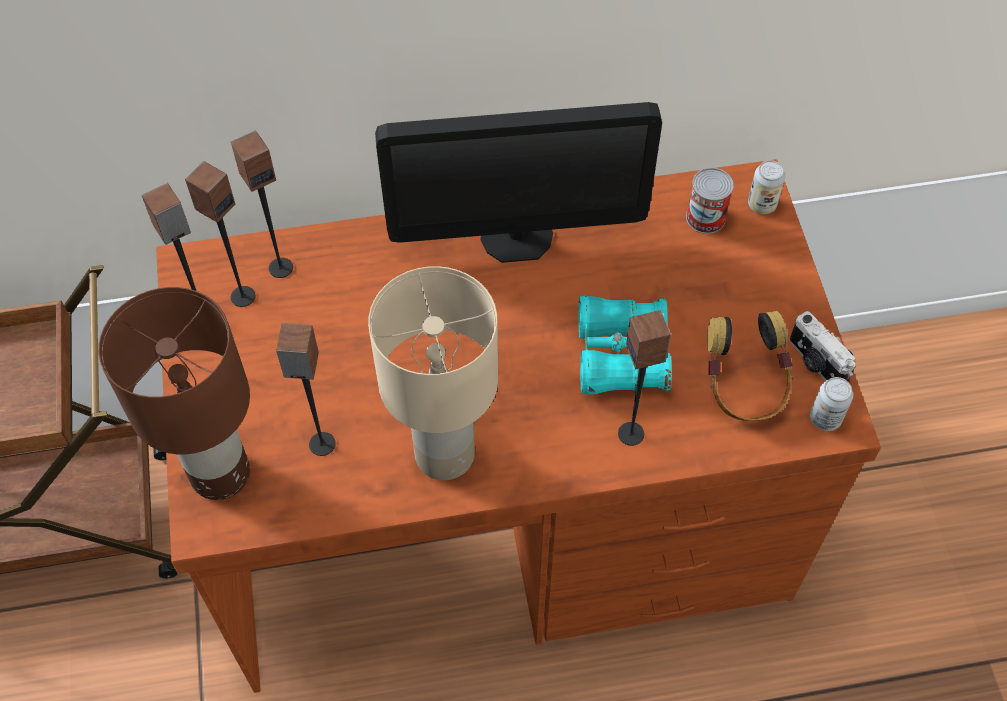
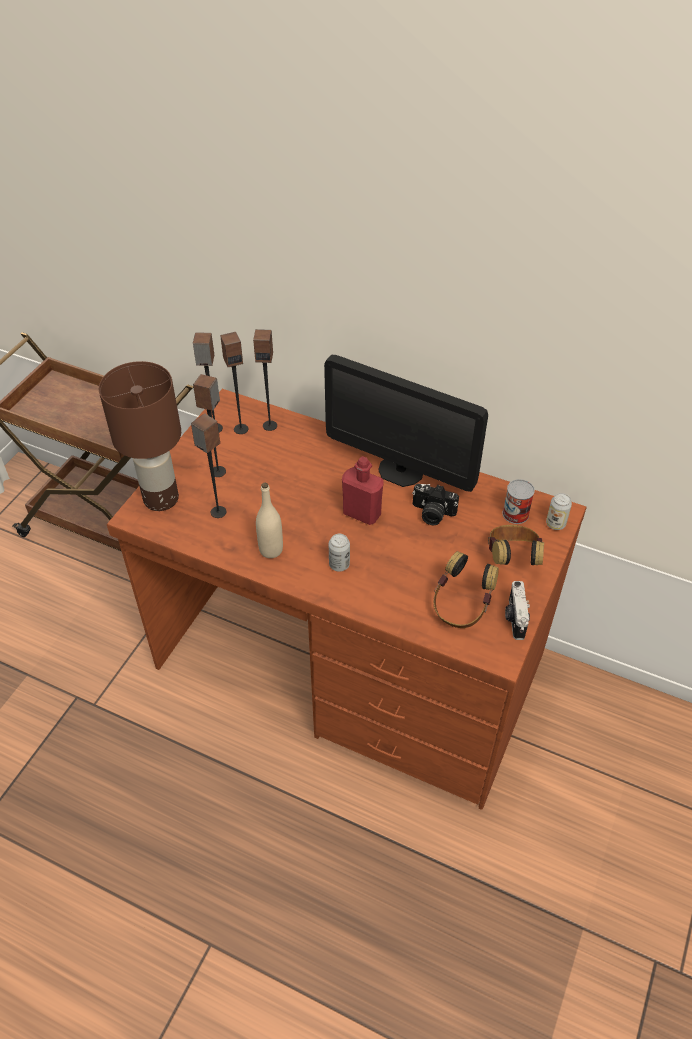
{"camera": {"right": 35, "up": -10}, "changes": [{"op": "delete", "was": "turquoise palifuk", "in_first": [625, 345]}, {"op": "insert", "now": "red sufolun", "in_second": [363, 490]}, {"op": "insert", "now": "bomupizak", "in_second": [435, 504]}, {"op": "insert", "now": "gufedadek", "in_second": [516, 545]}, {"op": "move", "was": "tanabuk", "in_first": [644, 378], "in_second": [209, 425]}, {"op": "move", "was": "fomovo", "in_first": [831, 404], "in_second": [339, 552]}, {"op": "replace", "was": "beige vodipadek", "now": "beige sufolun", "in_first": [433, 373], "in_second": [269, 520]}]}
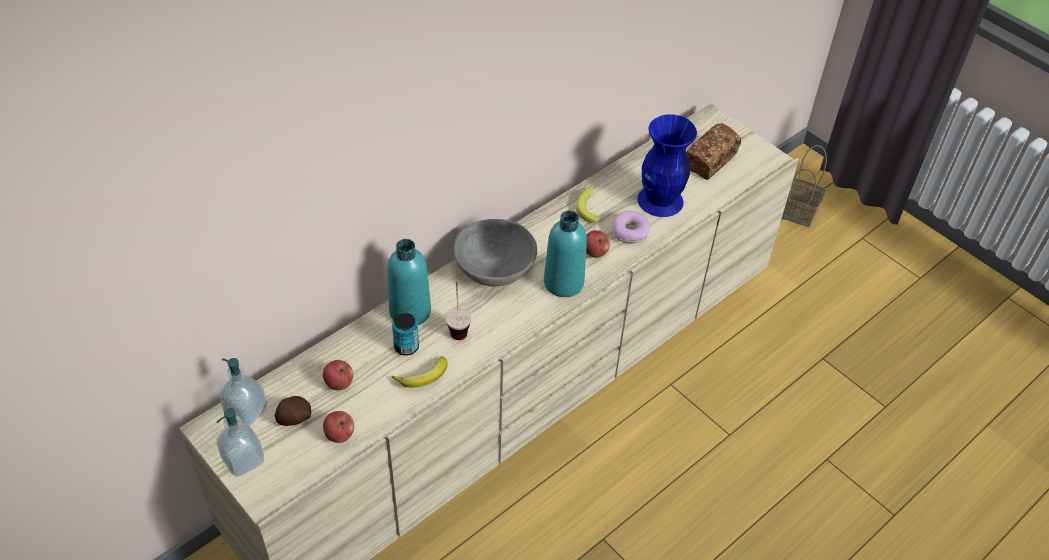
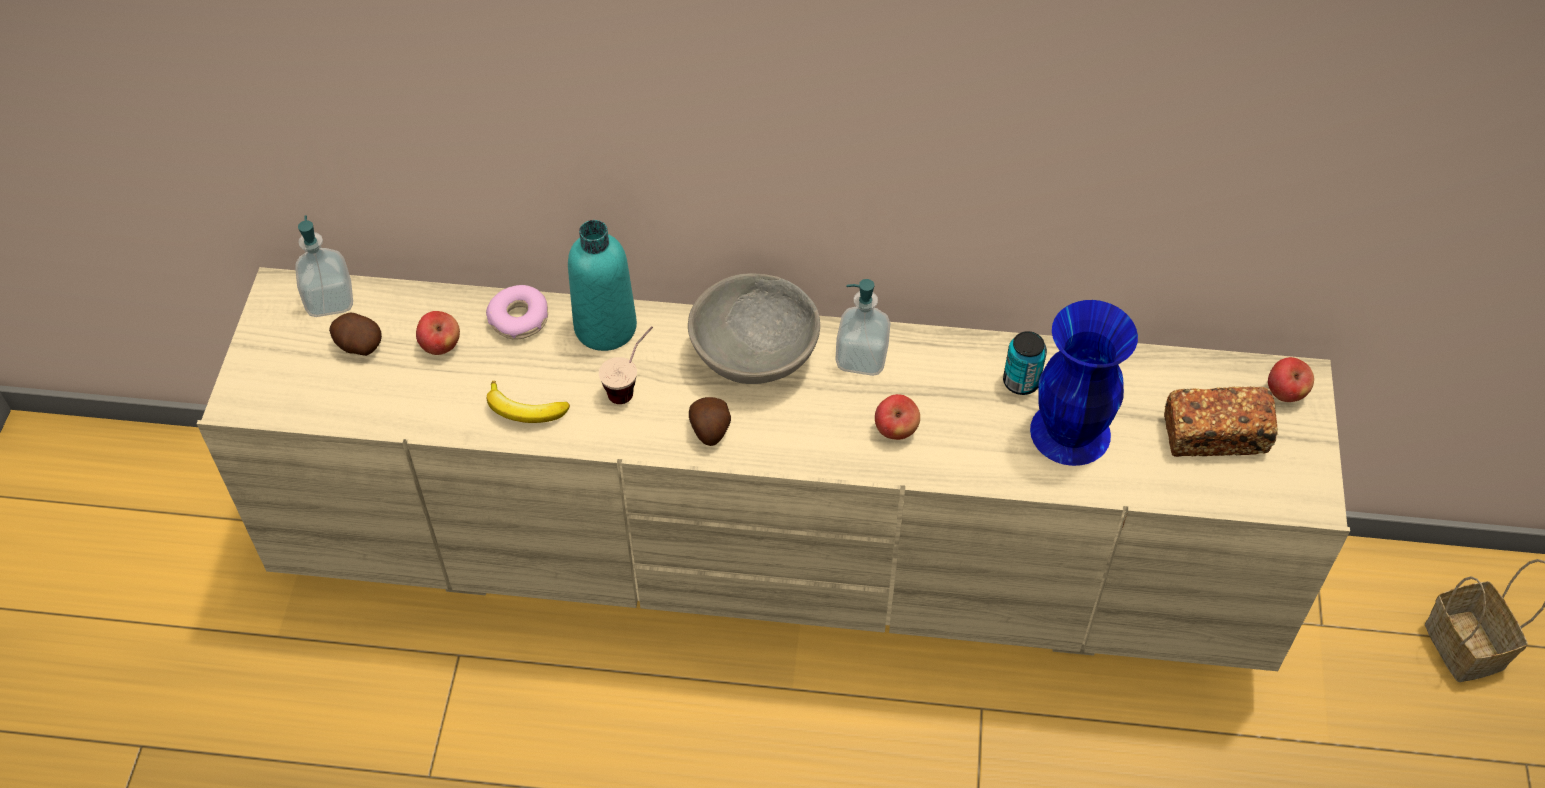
{"camera": {"right": 50, "up": 5}, "changes": [{"op": "delete", "was": "turquoise sufolun", "in_first": [565, 254]}, {"op": "delete", "was": "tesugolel", "in_first": [588, 203]}, {"op": "insert", "now": "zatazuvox", "in_second": [710, 421]}, {"op": "move", "was": "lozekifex", "in_first": [240, 442], "in_second": [862, 327]}, {"op": "move", "was": "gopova", "in_first": [338, 427], "in_second": [1291, 379]}, {"op": "move", "was": "fomovo", "in_first": [405, 334], "in_second": [1025, 363]}, {"op": "move", "was": "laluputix", "in_first": [631, 227], "in_second": [517, 312]}]}
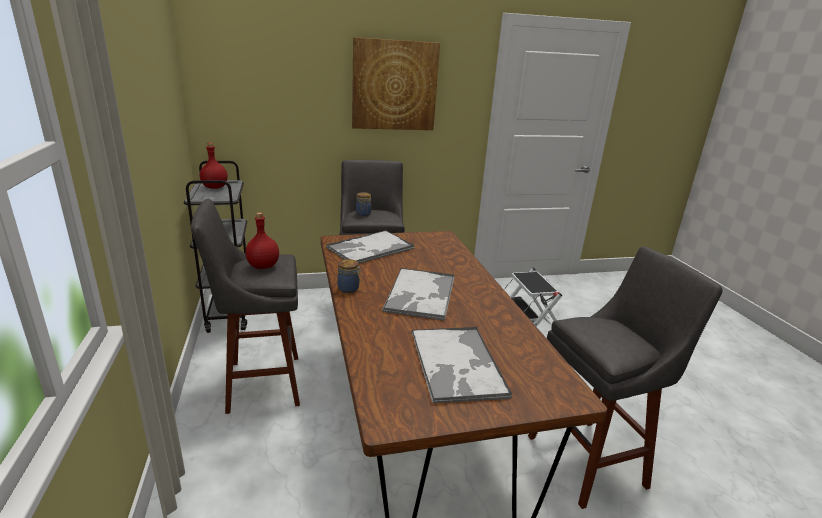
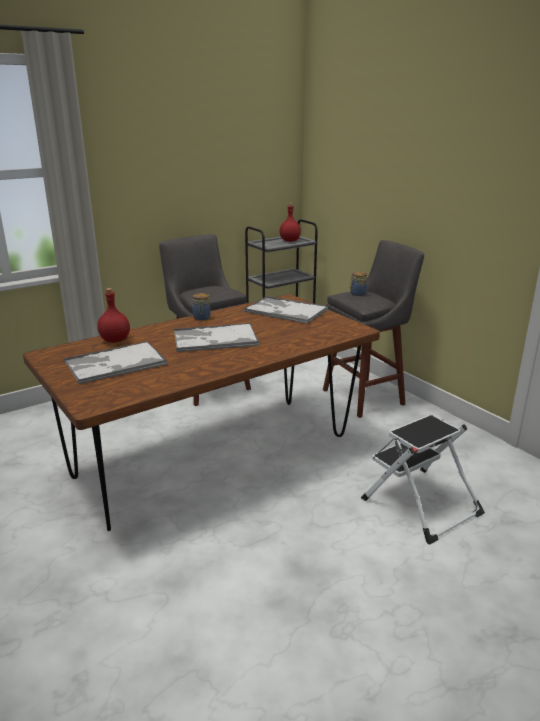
{"camera": {"right": 70, "up": 0}, "changes": [{"op": "delete", "was": "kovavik", "in_first": [396, 83]}, {"op": "delete", "was": "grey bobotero", "in_first": [625, 378]}, {"op": "move", "was": "red sufolun", "in_first": [262, 240], "in_second": [113, 315]}]}
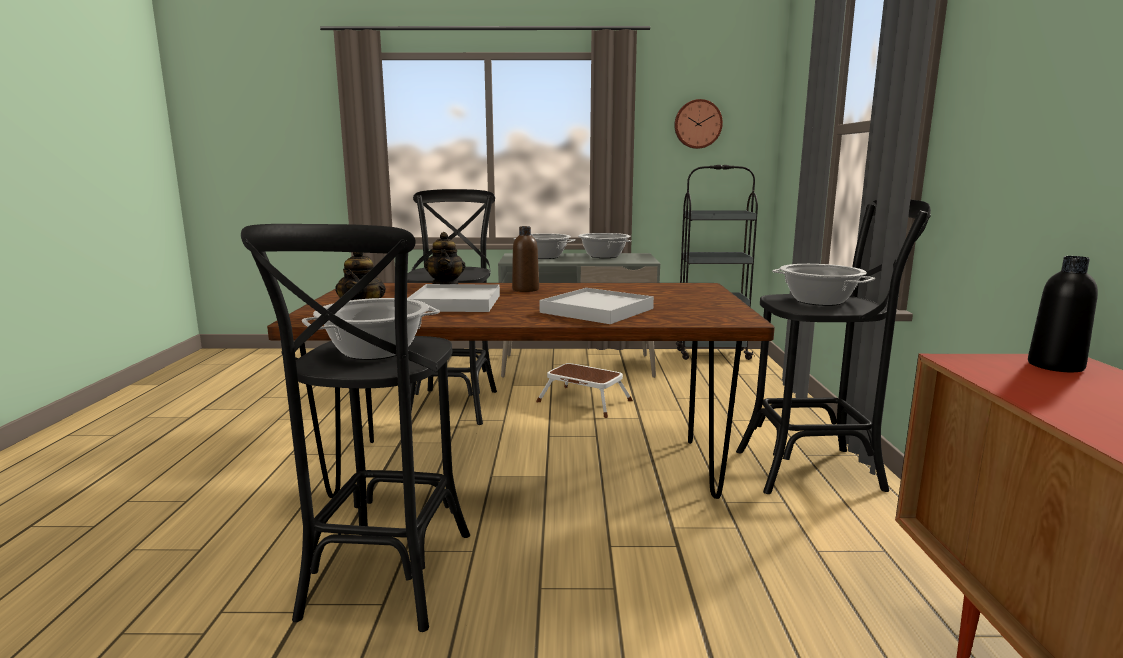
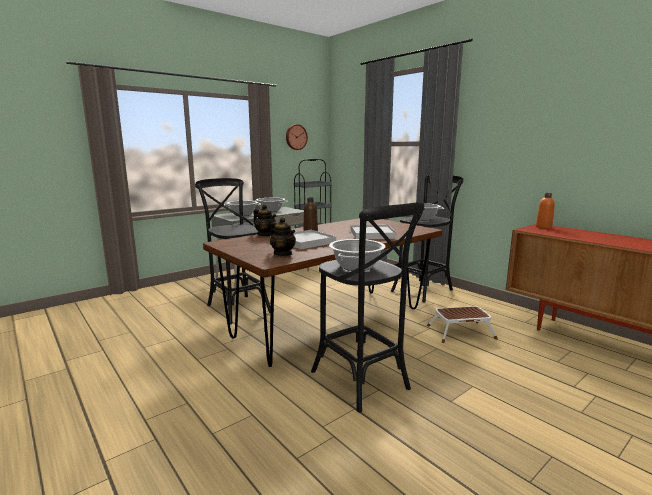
{"camera": {"right": -40, "up": 0}, "changes": [{"op": "move", "was": "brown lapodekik", "in_first": [584, 390], "in_second": [462, 324]}, {"op": "recolor", "was": "black sufolun", "now": "orange sufolun", "in_first": [1063, 314], "in_second": [545, 211]}]}
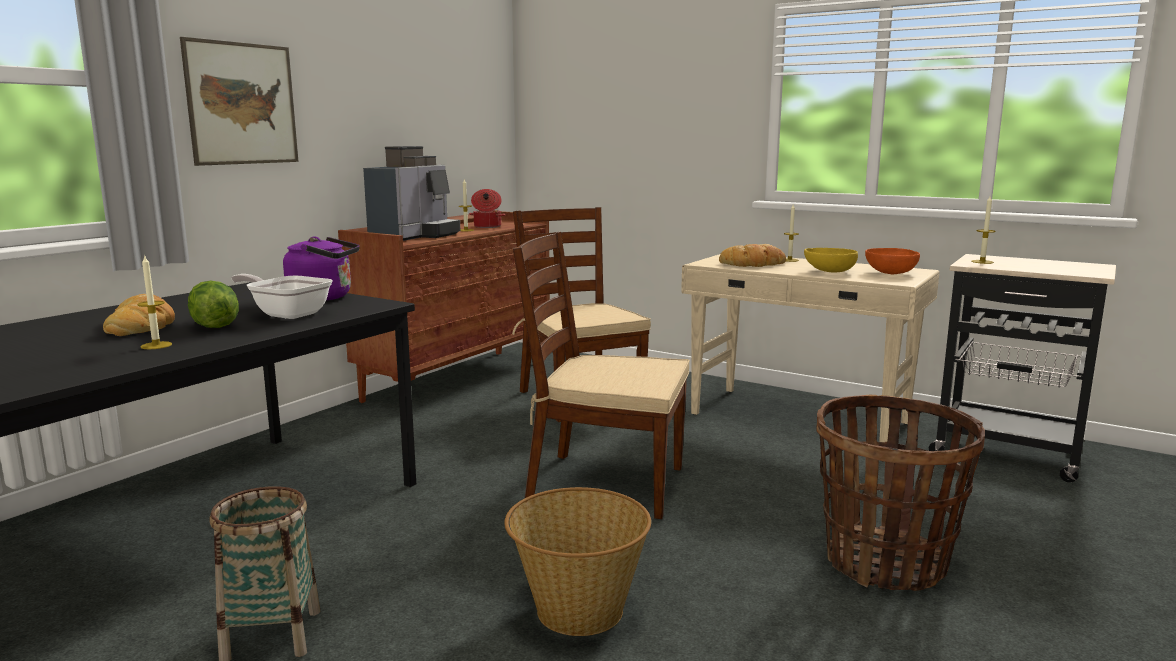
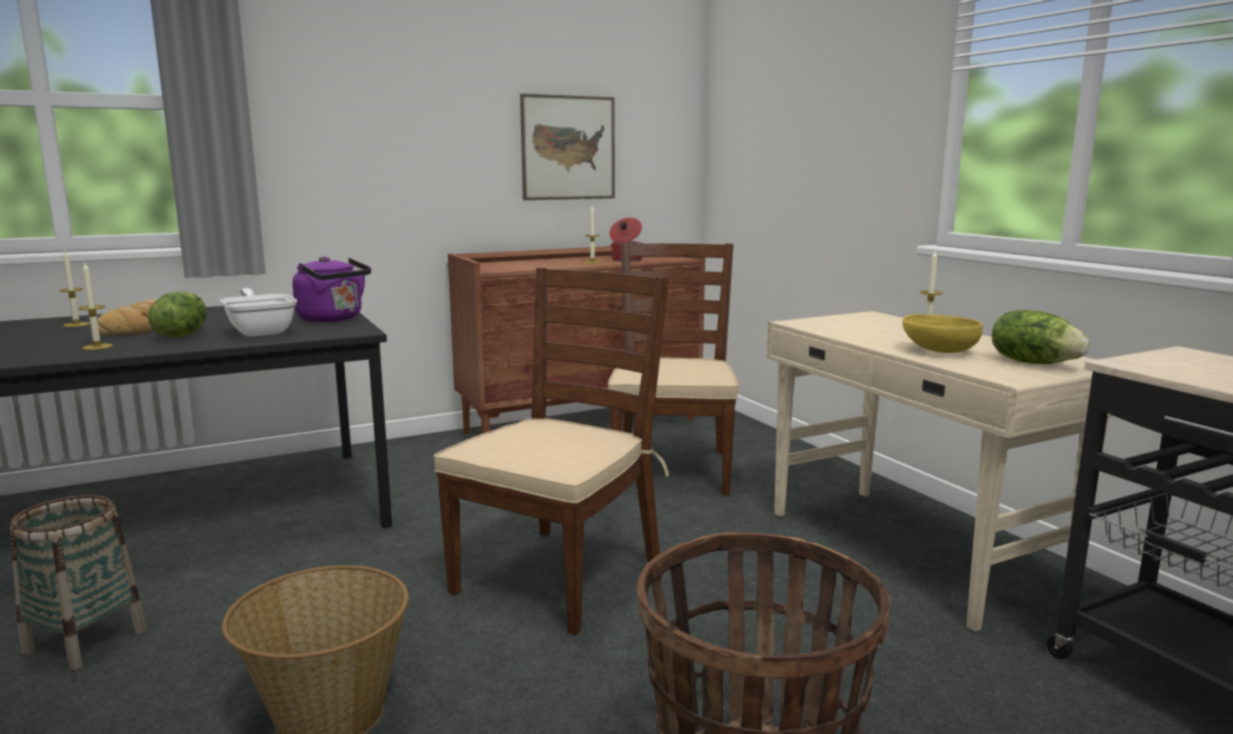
{"camera": {"right": 30, "up": 0}, "changes": [{"op": "delete", "was": "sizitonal", "in_first": [411, 193]}, {"op": "delete", "was": "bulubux", "in_first": [752, 255]}, {"op": "move", "was": "kovavik", "in_first": [239, 101], "in_second": [567, 147]}, {"op": "move", "was": "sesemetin", "in_first": [983, 230], "in_second": [74, 289]}, {"op": "replace", "was": "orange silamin", "now": "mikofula", "in_first": [892, 261], "in_second": [1041, 337]}, {"op": "rotate", "was": "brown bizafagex", "in_first": [601, 375], "in_second": [551, 451], "clockwise": 75}]}
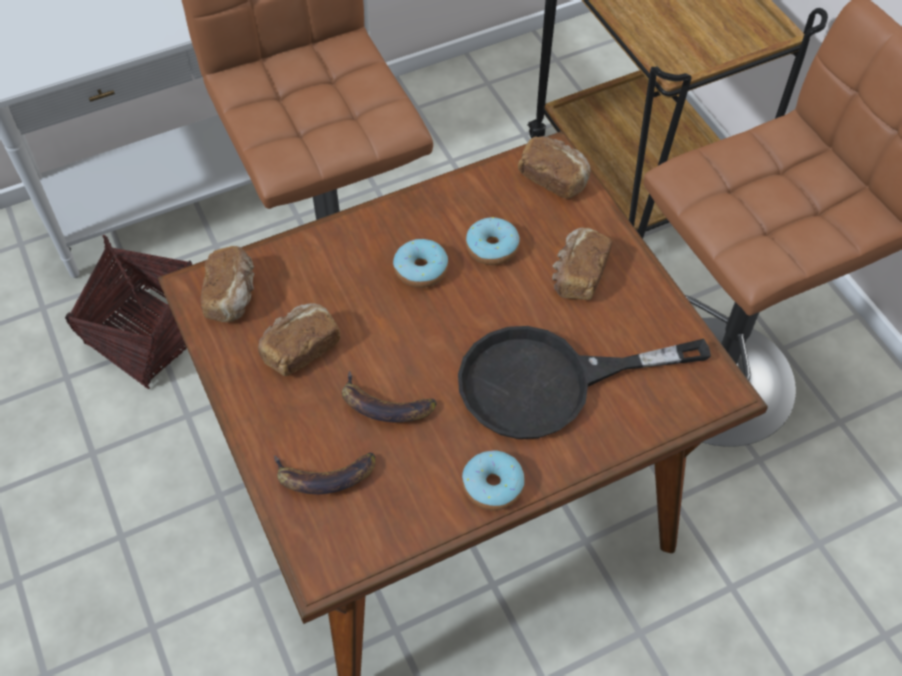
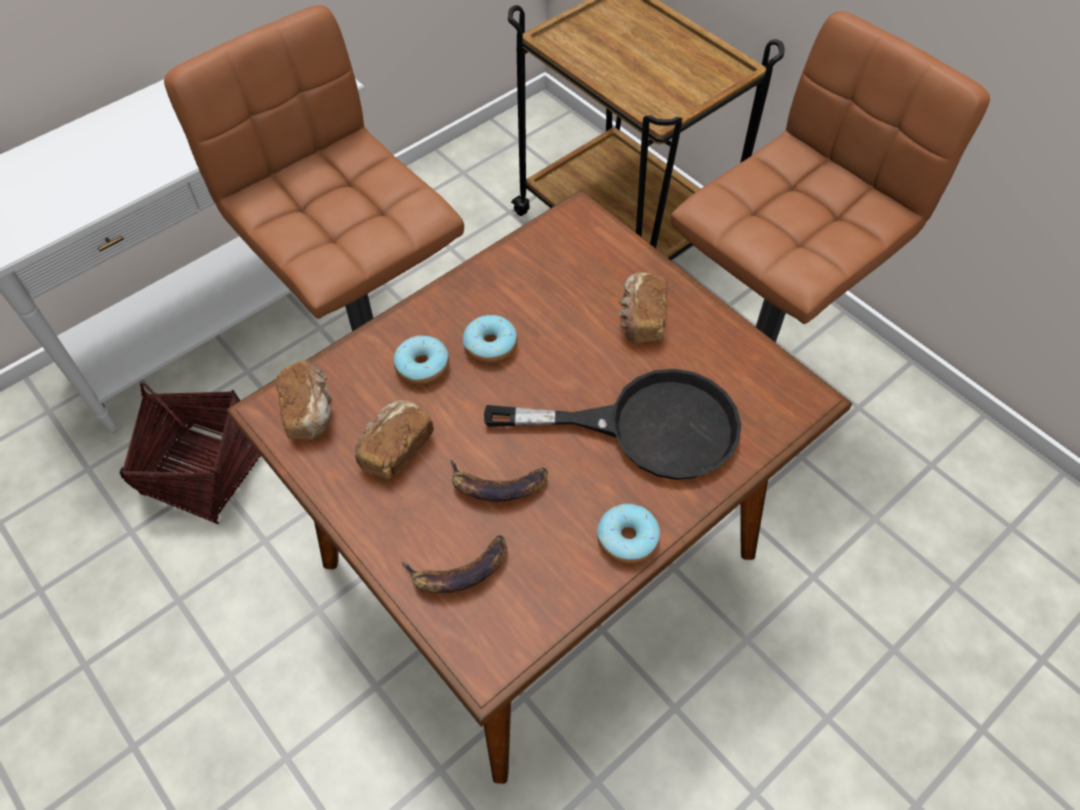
{"camera": {"right": -15, "up": 0}, "changes": [{"op": "delete", "was": "bulubux", "in_first": [554, 167]}, {"op": "move", "was": "laluputix", "in_first": [493, 241], "in_second": [421, 360]}, {"op": "rotate", "was": "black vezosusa", "in_first": [584, 382], "in_second": [612, 424], "clockwise": -150}]}
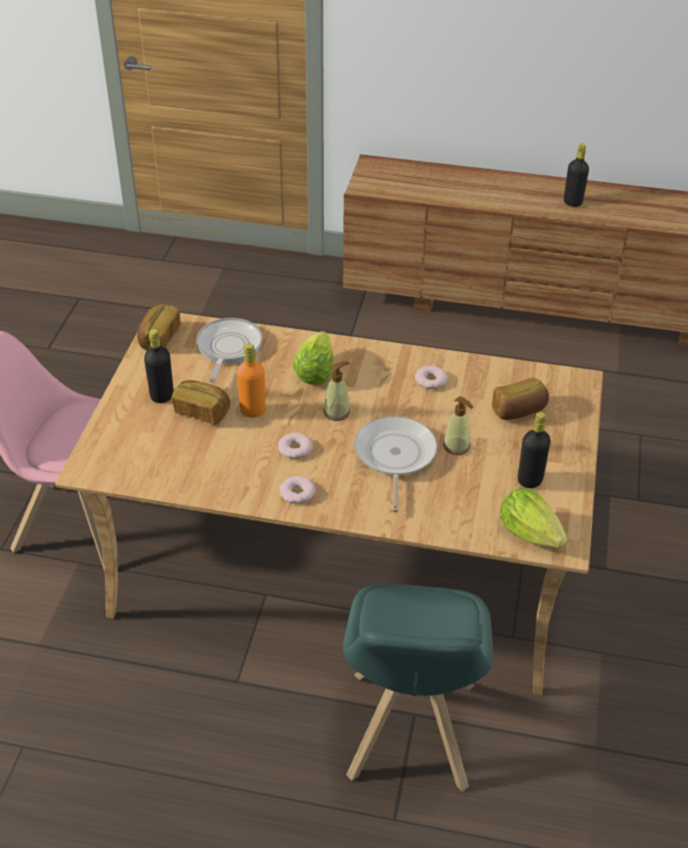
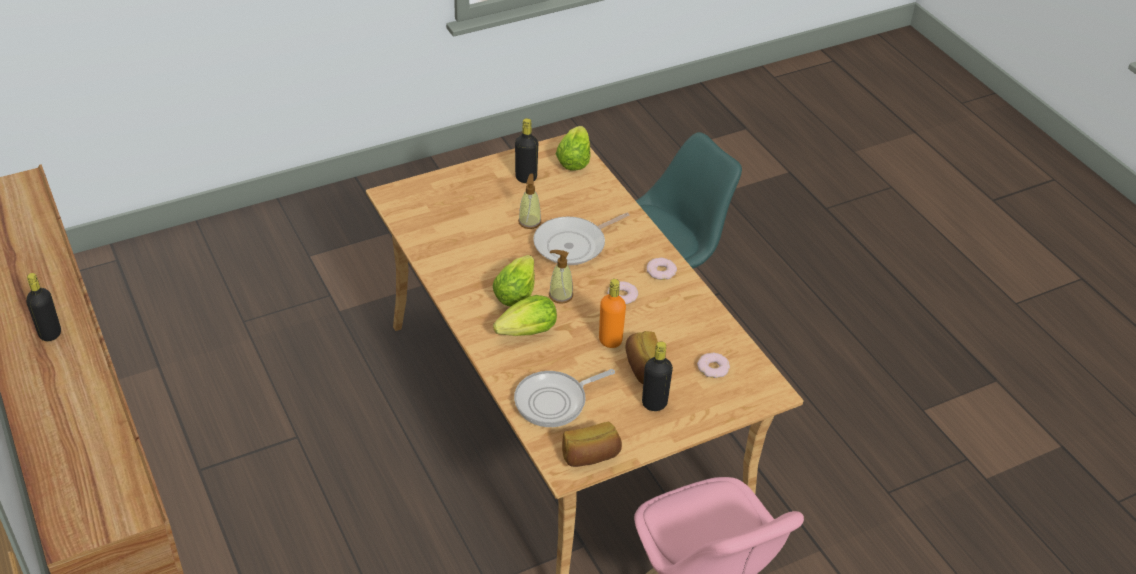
{"camera": {"right": -130, "up": 0}, "changes": [{"op": "delete", "was": "bulubux", "in_first": [520, 398]}, {"op": "insert", "now": "mikofula", "in_second": [514, 281]}, {"op": "move", "was": "laluputix", "in_first": [431, 377], "in_second": [713, 365]}]}
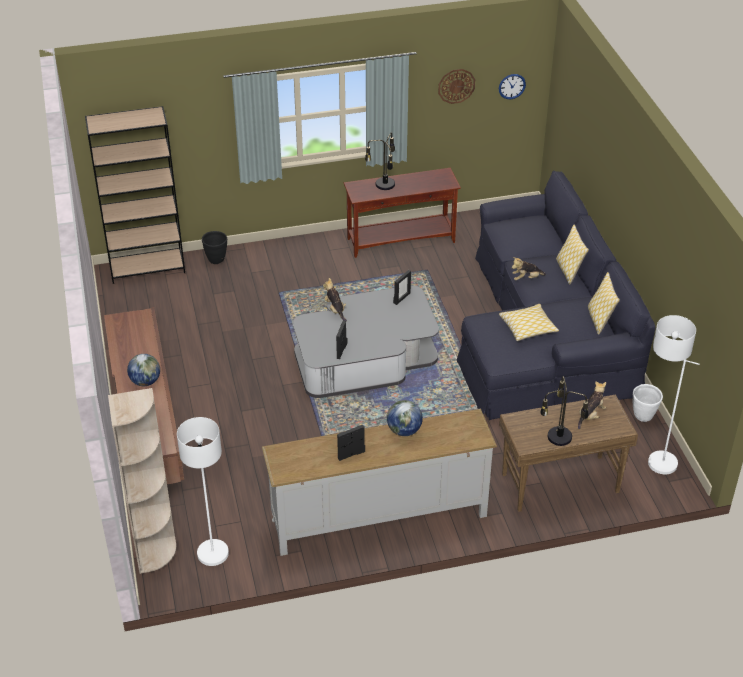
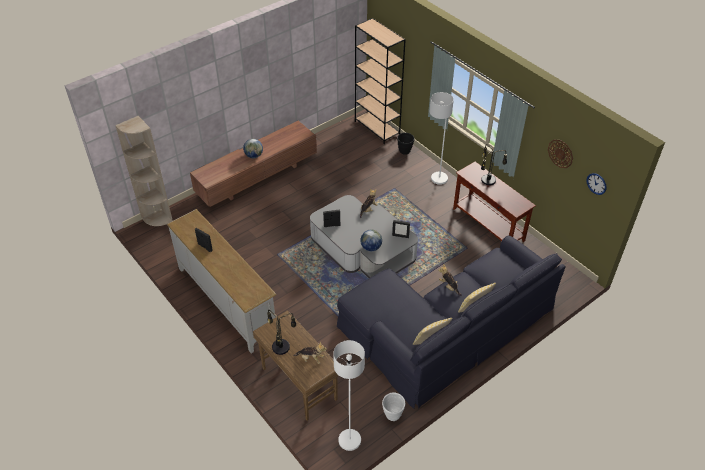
{"camera": {"right": 65, "up": 5}, "changes": [{"op": "delete", "was": "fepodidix", "in_first": [529, 322]}, {"op": "move", "was": "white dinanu", "in_first": [203, 491], "in_second": [442, 138]}, {"op": "move", "was": "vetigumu", "in_first": [405, 418], "in_second": [371, 240]}]}
